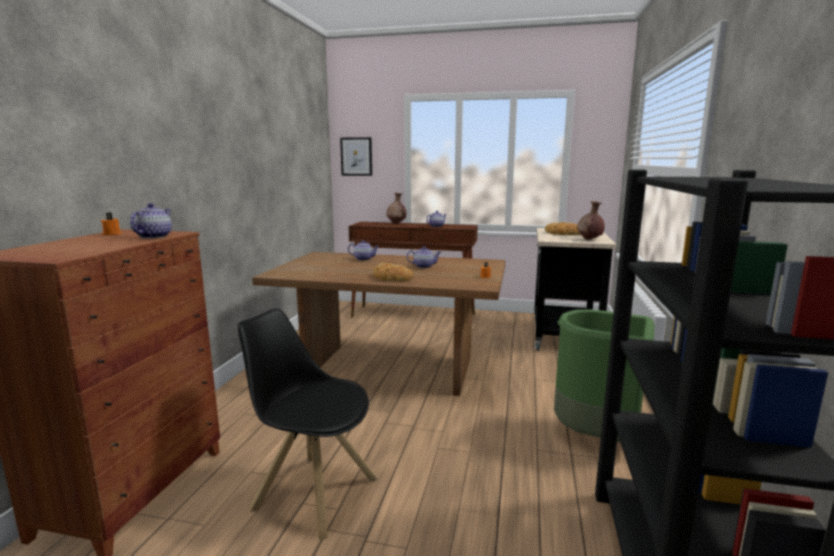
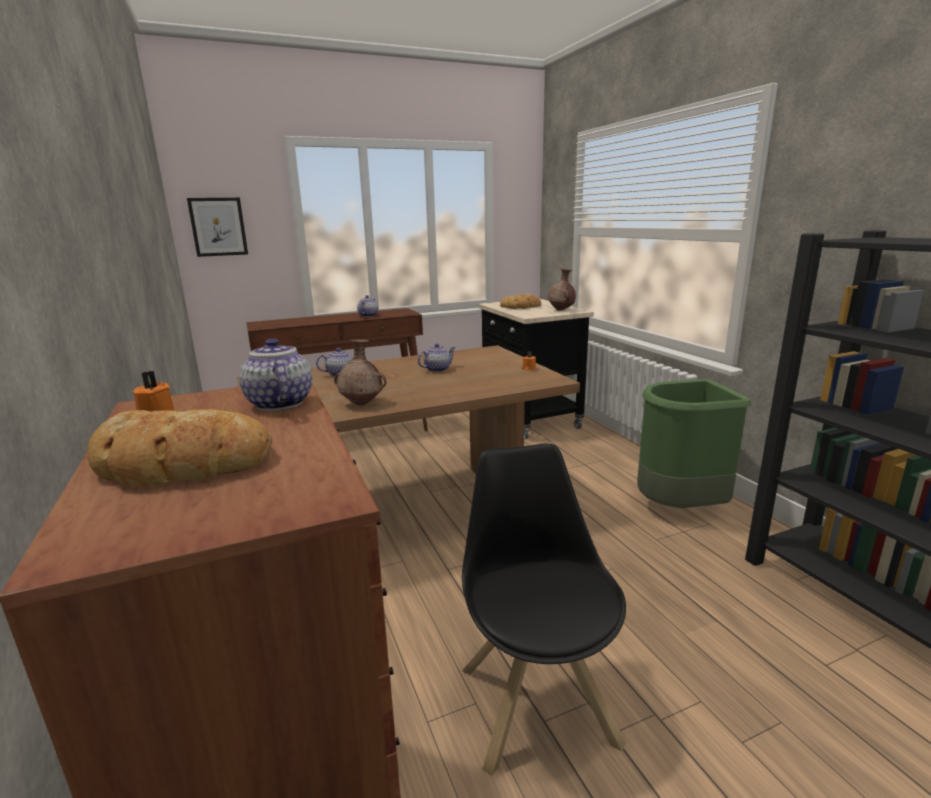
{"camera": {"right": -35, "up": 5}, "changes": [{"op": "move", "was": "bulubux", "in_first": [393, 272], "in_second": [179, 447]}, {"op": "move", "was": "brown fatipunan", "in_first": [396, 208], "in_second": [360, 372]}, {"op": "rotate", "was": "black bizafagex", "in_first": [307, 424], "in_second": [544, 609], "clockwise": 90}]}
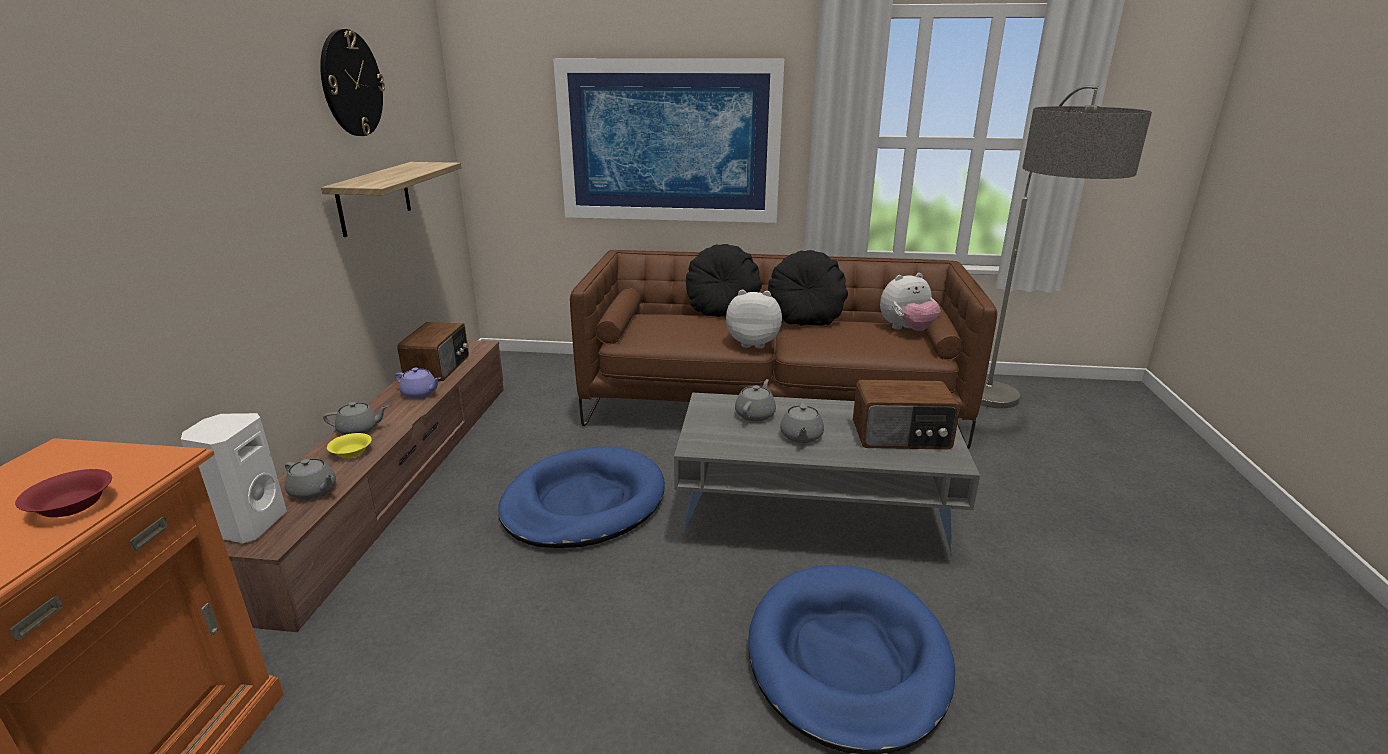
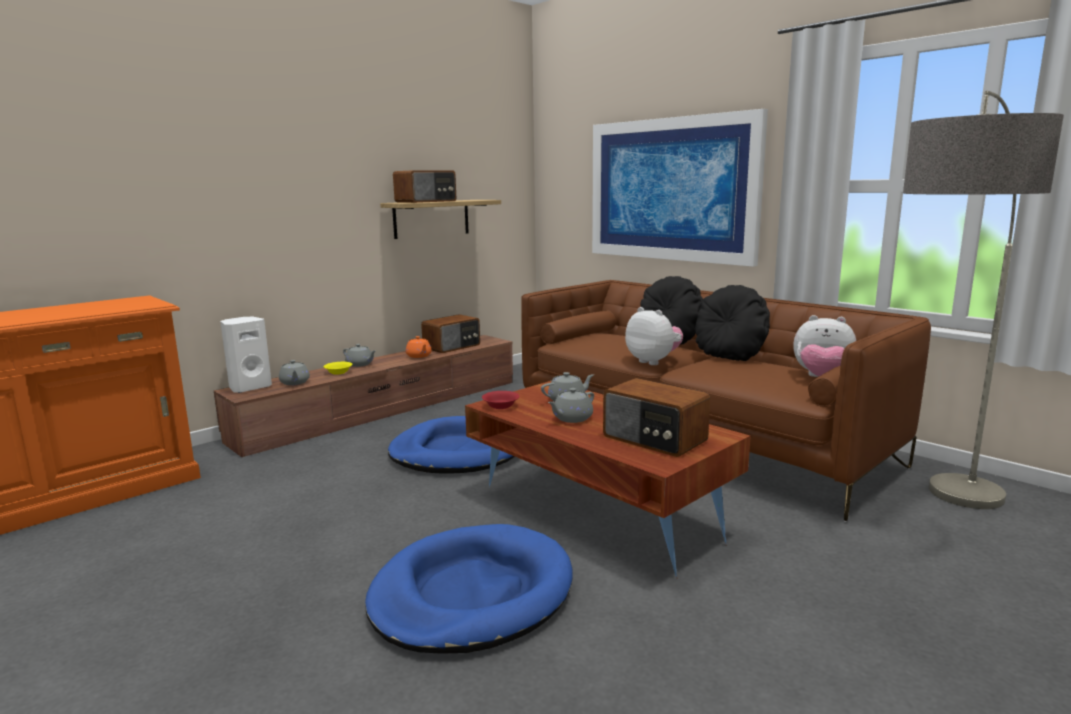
{"camera": {"right": 40, "up": -10}, "changes": [{"op": "delete", "was": "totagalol", "in_first": [352, 82]}, {"op": "insert", "now": "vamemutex", "in_second": [424, 186]}, {"op": "move", "was": "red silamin", "in_first": [63, 493], "in_second": [500, 400]}, {"op": "recolor", "was": "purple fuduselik", "now": "orange fuduselik", "in_first": [418, 383], "in_second": [418, 347]}, {"op": "recolor", "was": "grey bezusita", "now": "brown bezusita", "in_first": [827, 474], "in_second": [608, 480]}]}
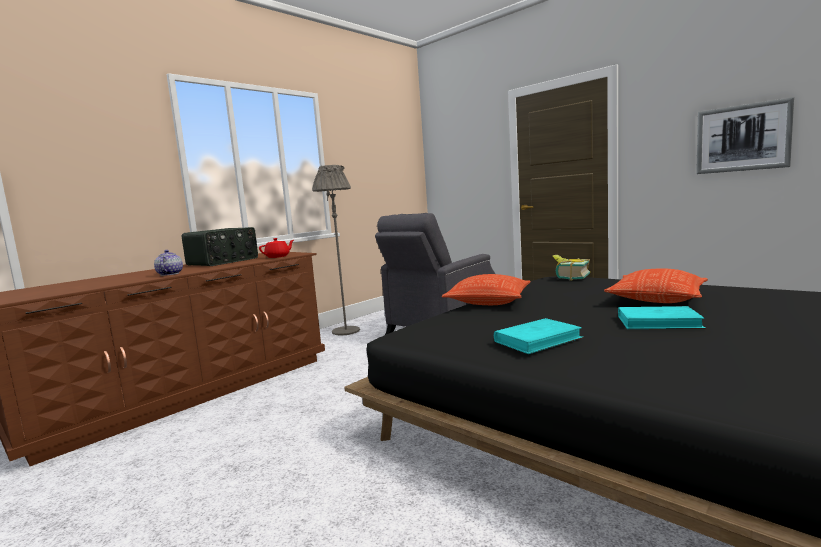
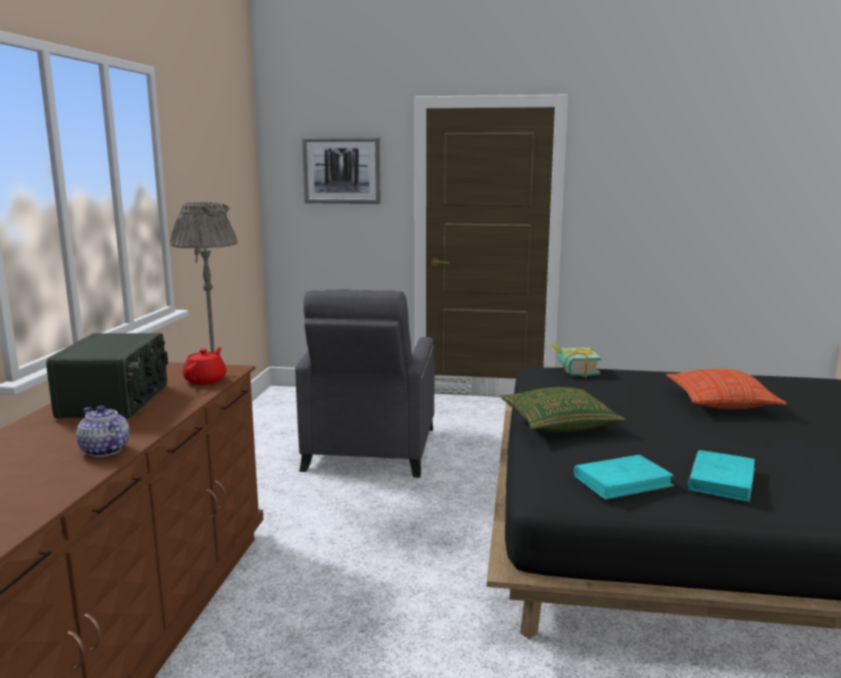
{"camera": {"right": -35, "up": 5}, "changes": [{"op": "move", "was": "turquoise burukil", "in_first": [662, 317], "in_second": [624, 477]}, {"op": "move", "was": "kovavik", "in_first": [745, 135], "in_second": [341, 170]}, {"op": "recolor", "was": "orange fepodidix", "now": "green fepodidix", "in_first": [486, 289], "in_second": [563, 409]}]}
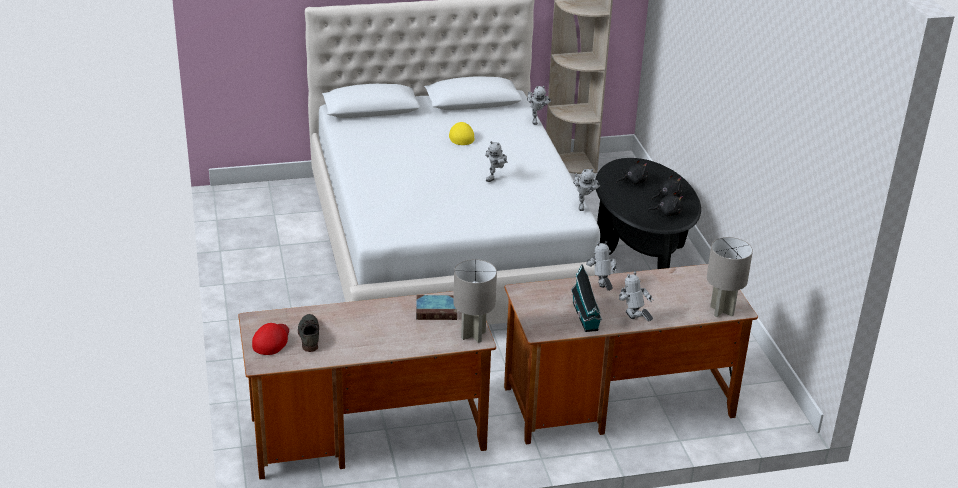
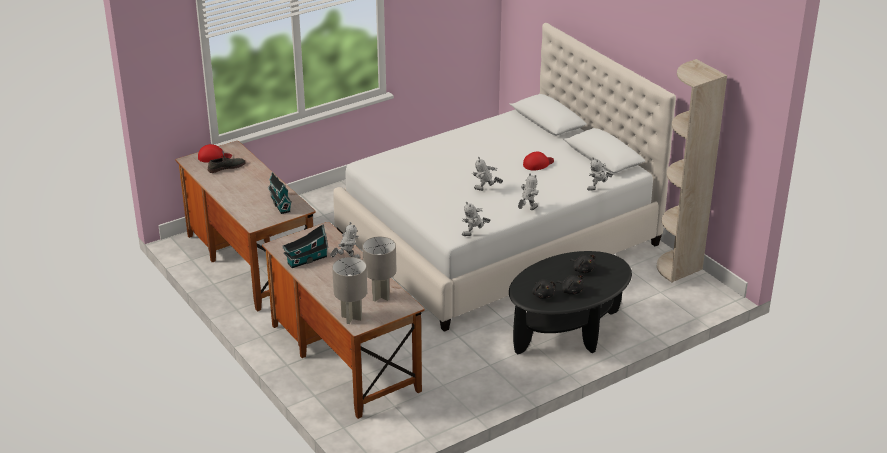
{"camera": {"right": 70, "up": 0}, "changes": [{"op": "move", "was": "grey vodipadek", "in_first": [475, 301], "in_second": [379, 269]}, {"op": "move", "was": "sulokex", "in_first": [636, 296], "in_second": [528, 191]}, {"op": "replace", "was": "burukil", "now": "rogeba", "in_first": [436, 307], "in_second": [280, 193]}, {"op": "recolor", "was": "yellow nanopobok", "now": "red nanopobok", "in_first": [461, 133], "in_second": [538, 161]}]}
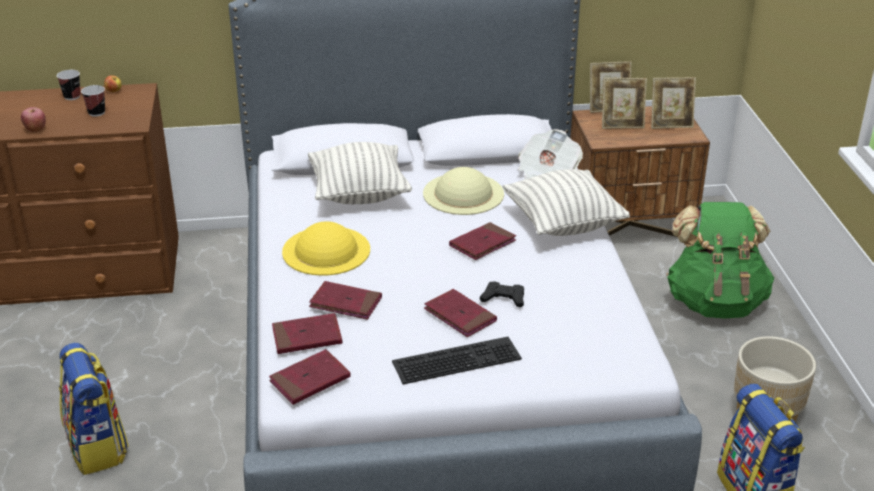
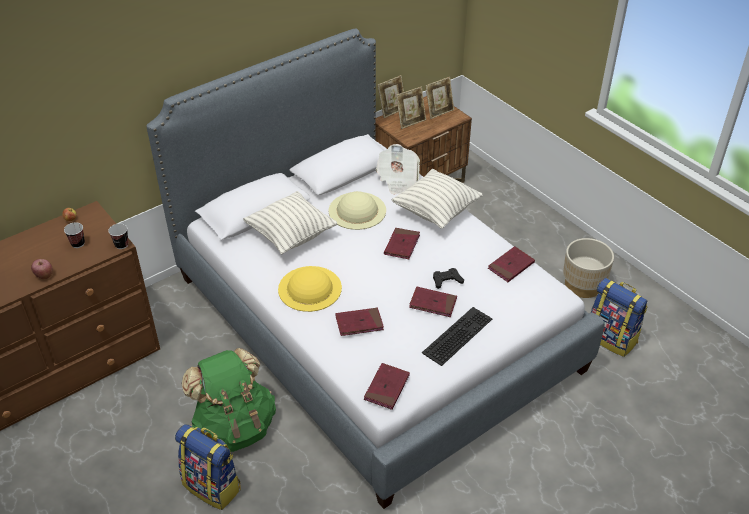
{"camera": {"right": -30, "up": 10}, "changes": [{"op": "move", "was": "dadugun", "in_first": [68, 85], "in_second": [118, 236]}, {"op": "move", "was": "red burukil", "in_first": [307, 333], "in_second": [511, 264]}, {"op": "move", "was": "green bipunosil", "in_first": [720, 260], "in_second": [229, 400]}]}
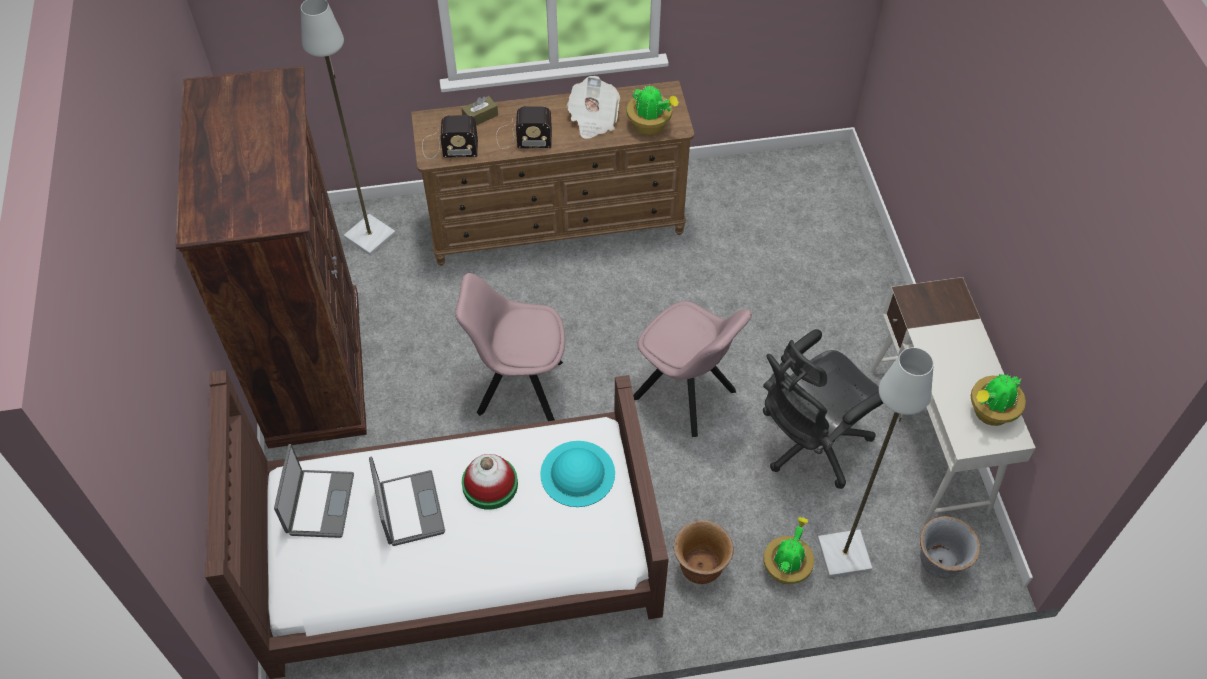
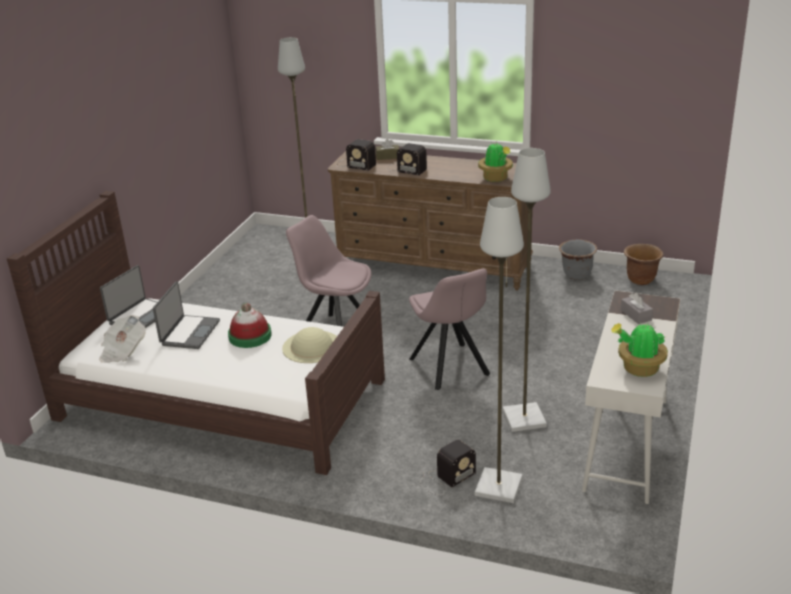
{"camera": {"right": 30, "up": -25}, "changes": [{"op": "delete", "was": "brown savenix", "in_first": [271, 257]}, {"op": "insert", "now": "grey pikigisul", "in_second": [637, 308]}, {"op": "move", "was": "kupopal", "in_first": [593, 107], "in_second": [122, 339]}, {"op": "move", "was": "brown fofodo", "in_first": [704, 552], "in_second": [643, 264]}, {"op": "move", "was": "grey fofodo", "in_first": [950, 547], "in_second": [578, 259]}, {"op": "replace", "was": "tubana", "now": "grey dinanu", "in_first": [823, 409], "in_second": [527, 290]}, {"op": "replace", "was": "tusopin", "now": "vamemutex", "in_first": [788, 550], "in_second": [448, 467]}, {"op": "recolor", "was": "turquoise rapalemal", "now": "beige rapalemal", "in_first": [577, 474], "in_second": [309, 345]}]}
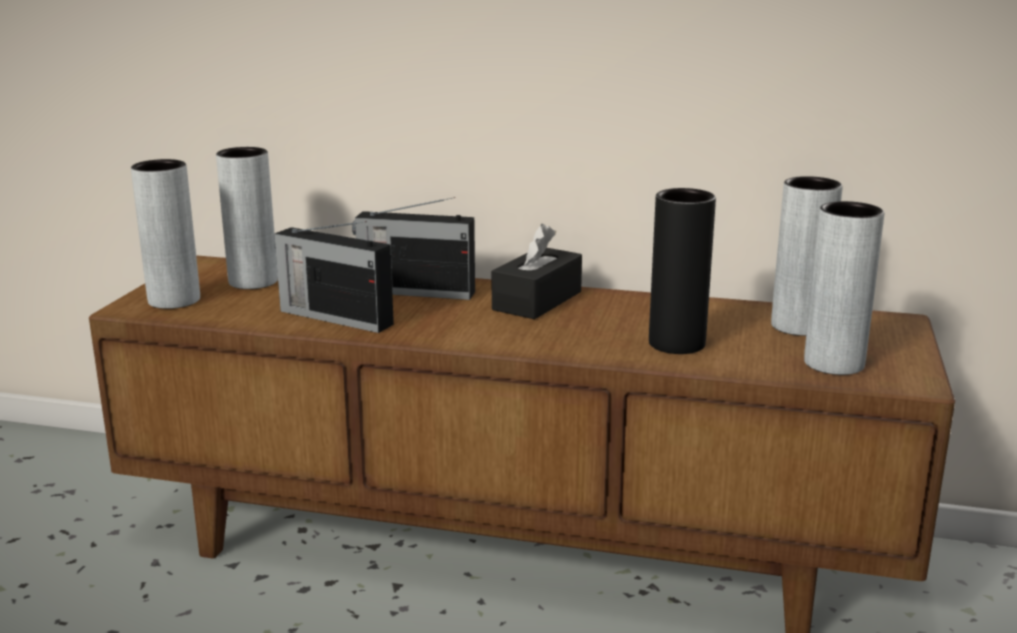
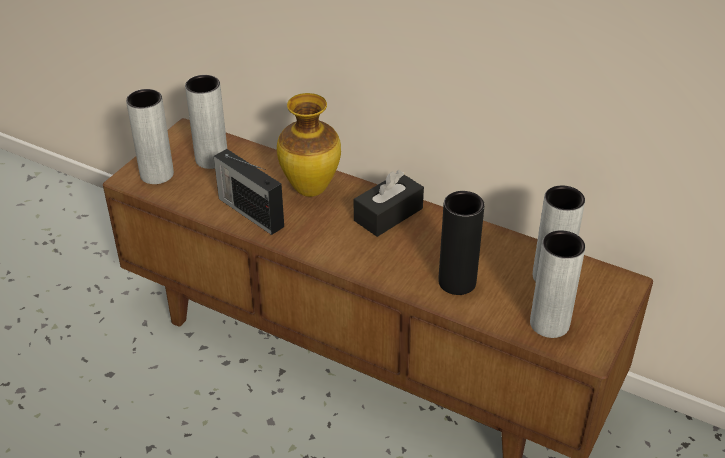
{"camera": {"right": 15, "up": 20}, "changes": [{"op": "replace", "was": "vamemutex", "now": "fatipunan", "in_first": [413, 248], "in_second": [309, 145]}]}
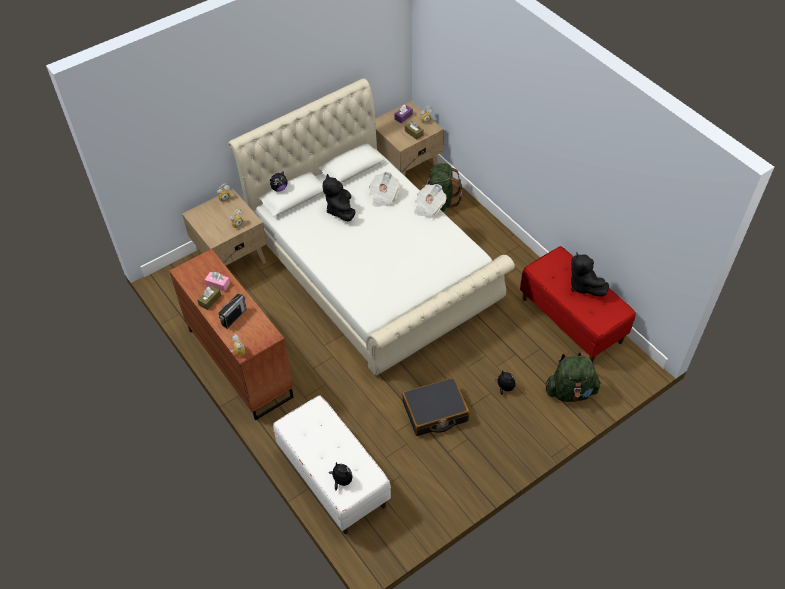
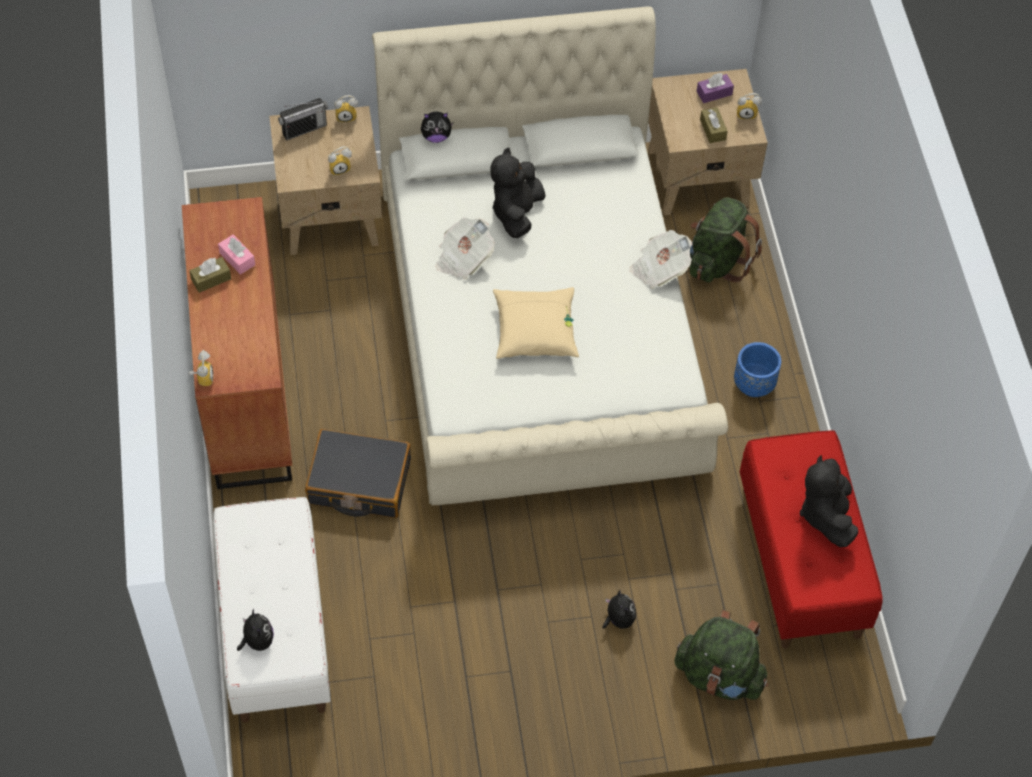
{"camera": {"right": 25, "up": 5}, "changes": [{"op": "insert", "now": "beige fepodidix", "in_second": [536, 323]}, {"op": "insert", "now": "blue fofodo", "in_second": [757, 369]}, {"op": "move", "was": "vamemutex", "in_first": [233, 311], "in_second": [303, 119]}, {"op": "move", "was": "kupopal", "in_first": [384, 189], "in_second": [465, 248]}, {"op": "move", "was": "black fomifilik", "in_first": [435, 406], "in_second": [358, 473]}]}
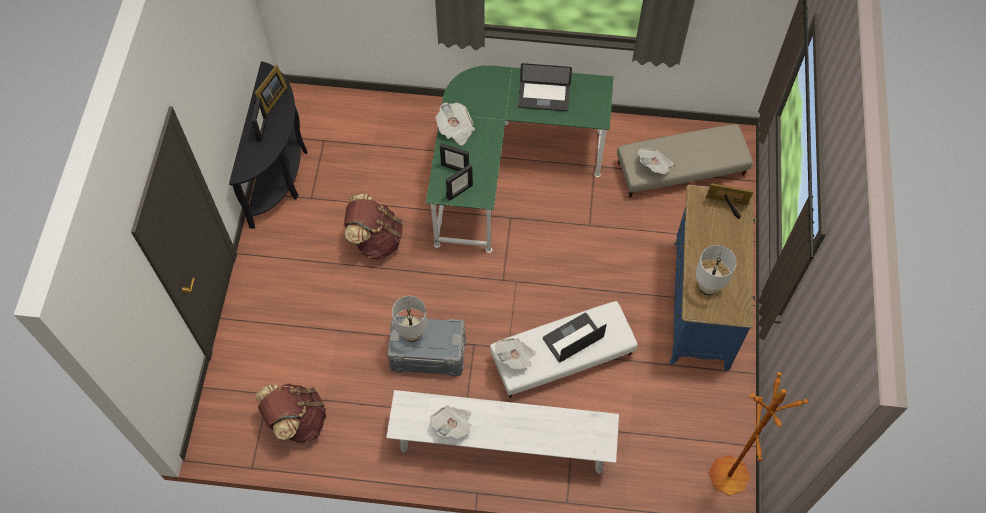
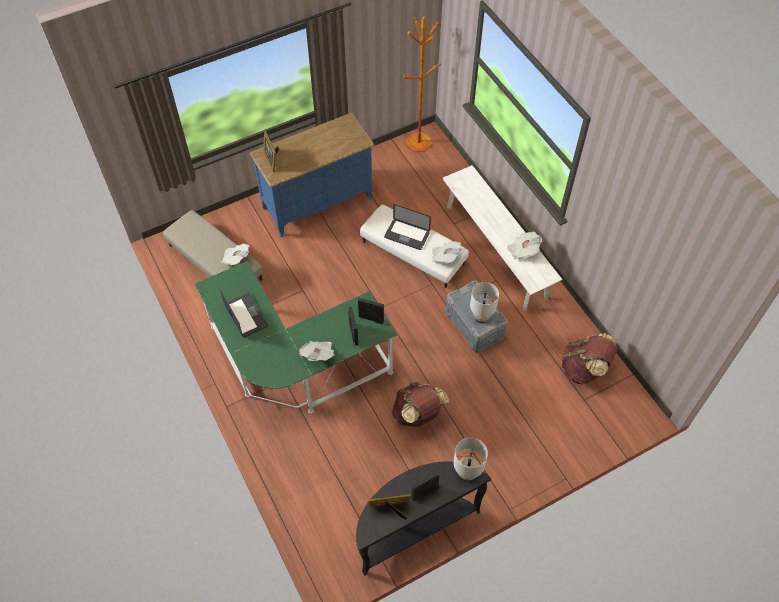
{"camera": {"right": -125, "up": -5}, "changes": [{"op": "move", "was": "white vodipadek", "in_first": [716, 270], "in_second": [470, 459]}]}
